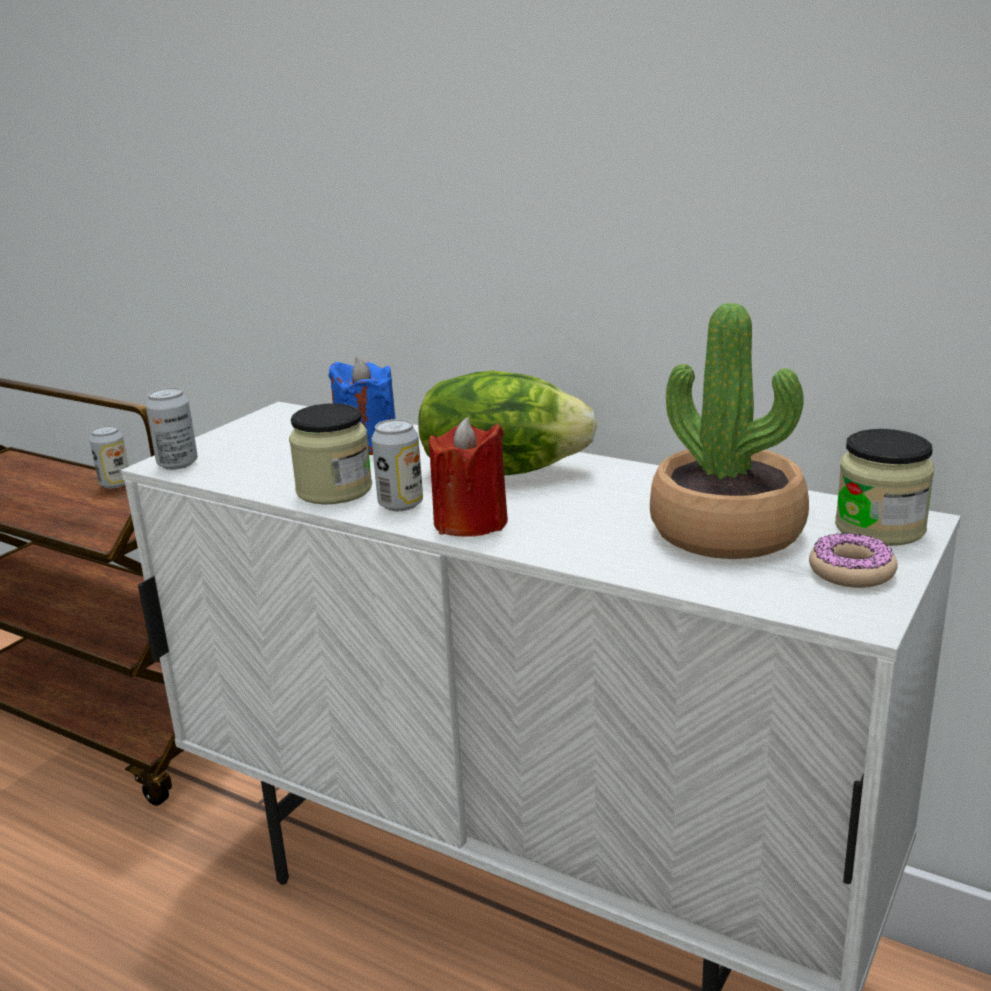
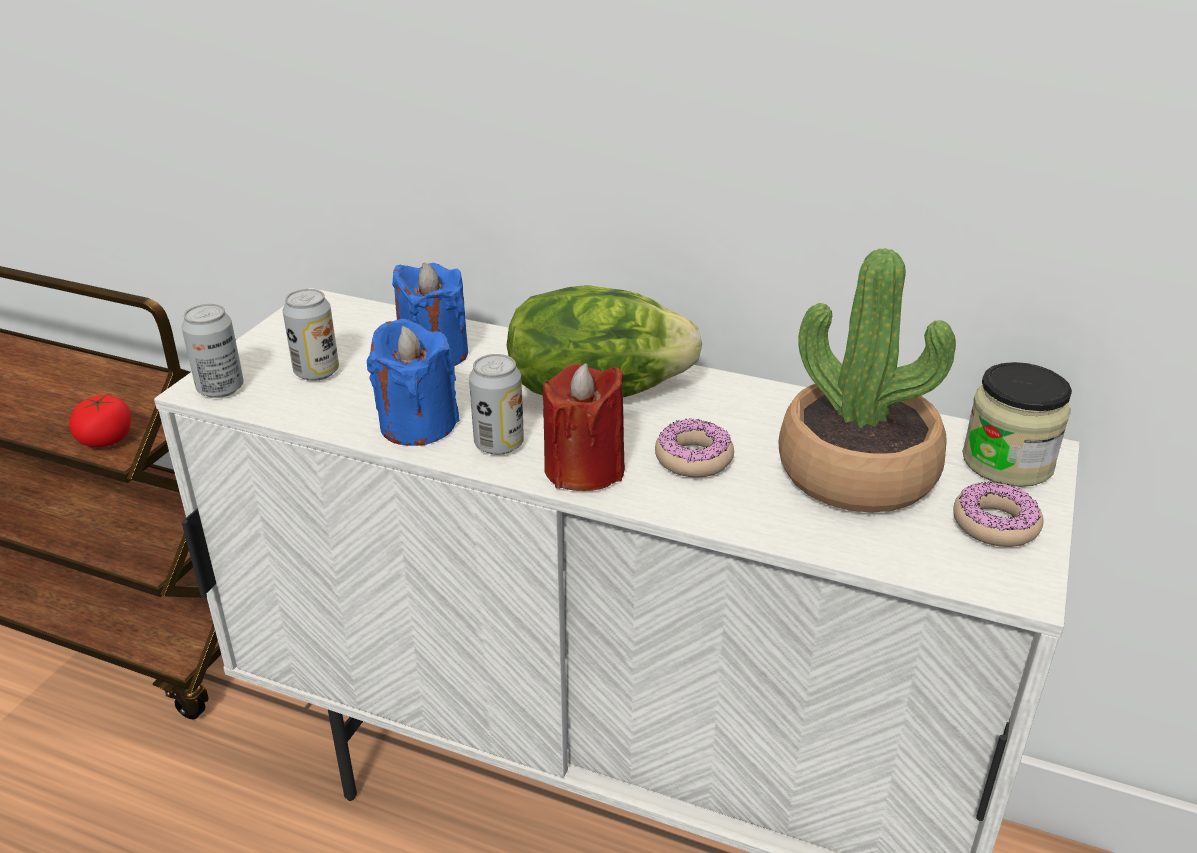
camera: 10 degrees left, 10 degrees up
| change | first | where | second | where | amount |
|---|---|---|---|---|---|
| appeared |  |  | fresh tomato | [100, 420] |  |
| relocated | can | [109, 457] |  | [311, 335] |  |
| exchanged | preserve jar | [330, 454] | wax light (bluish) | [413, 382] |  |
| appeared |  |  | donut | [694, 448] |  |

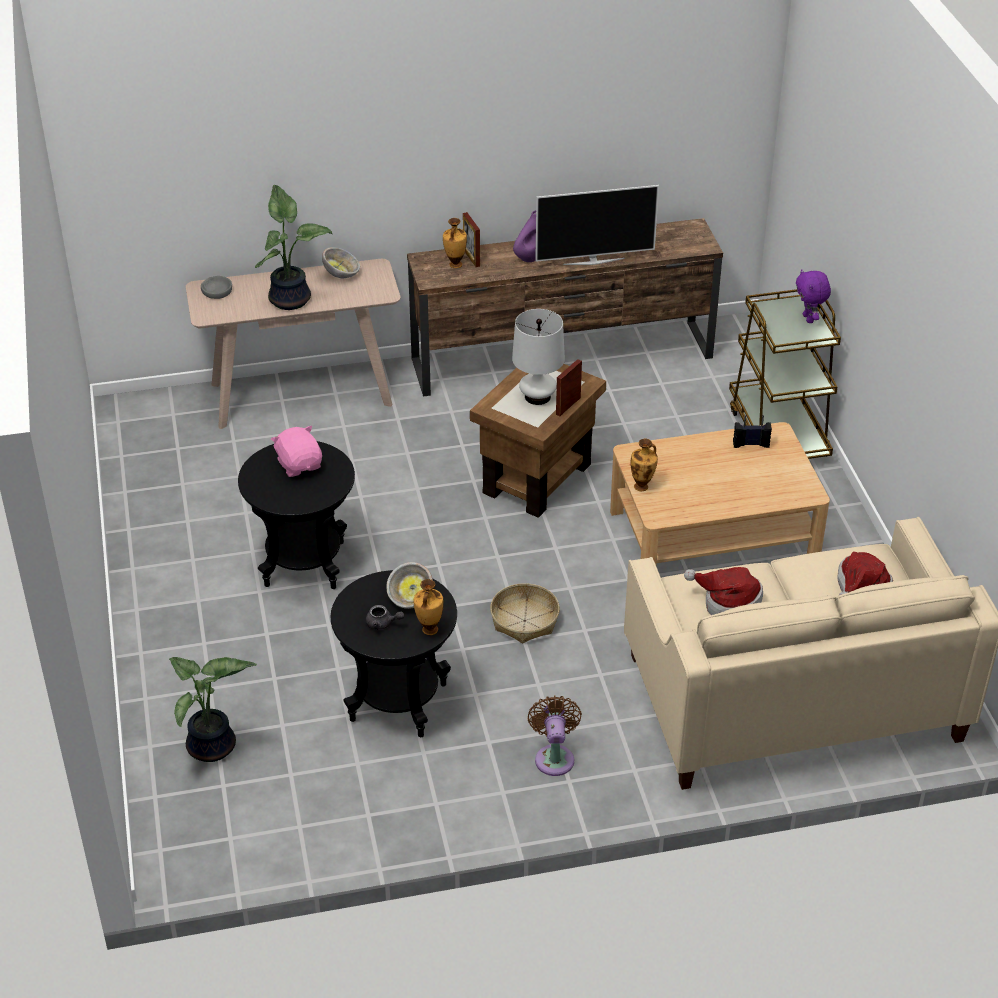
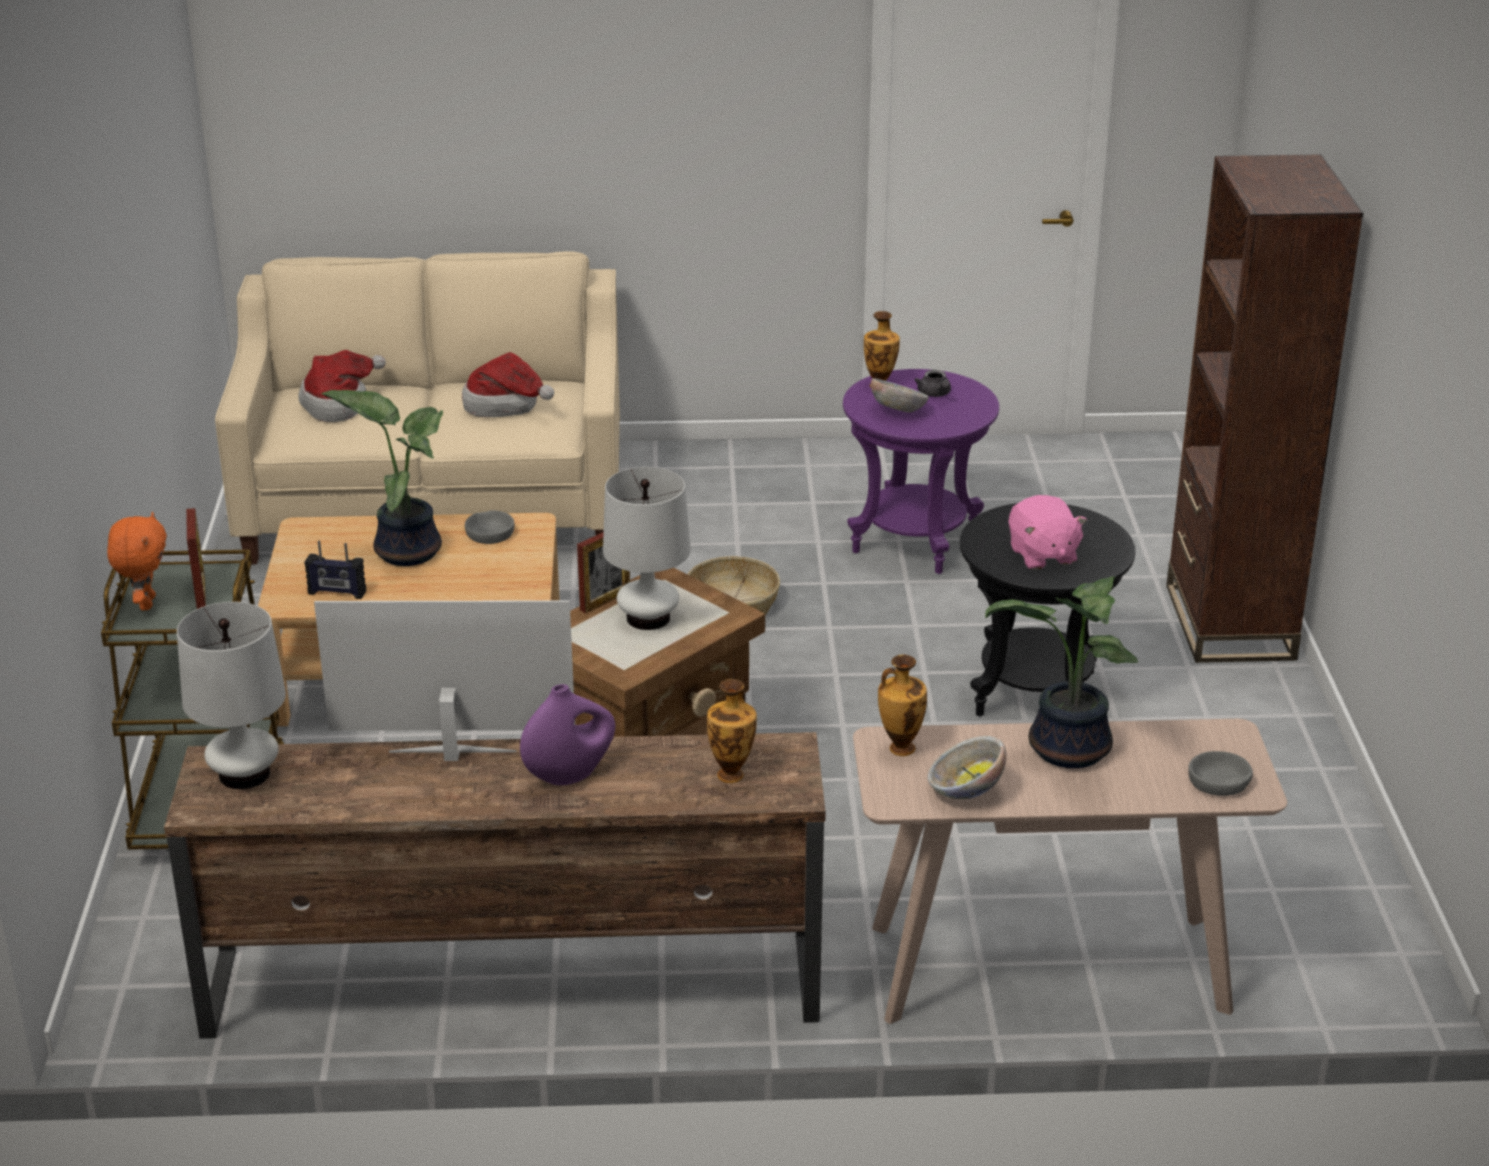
camera: 170 degrees left, 10 degrees down
| change | first | where | second | where | amount |
|---|---|---|---|---|---|
| colour | cuddly toy (purplish) | [813, 296] | cuddly toy (orangey) | [137, 561] |  |
| appeared |  |  | table lamp (white-coloured) | [231, 695] |  |
| relocated | photo frame | [471, 239] |  | [196, 558] |  |
| relocated | plant in a pot | [213, 709] |  | [382, 478] |  |
| appeared |  |  | serving bowl (greyish) | [490, 527] |  |
| colour | end table (black) | [393, 653] | end table (purplish) | [921, 471] |  |
| relocated | flower vase | [644, 464] |  | [902, 705] |  |
| spun | pot for tea (greyish) | [385, 617] |  | [933, 383] | 135 degrees counterclockwise |
| appeared |  |  | shelving unit (brown-coloured) | [1264, 409] |  |
| missing | cooling fan (brown-coloured) | [555, 735] |  |  |  |

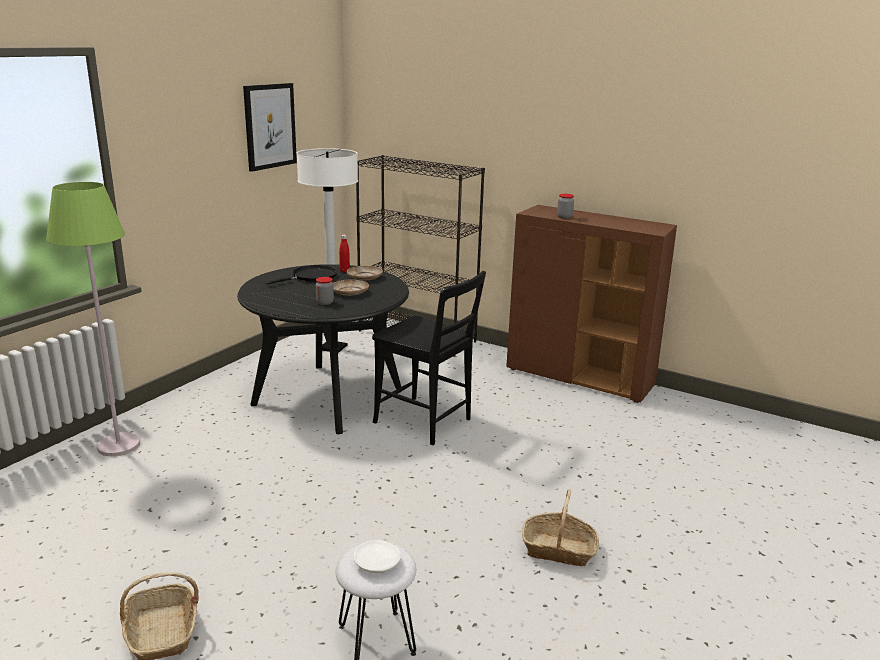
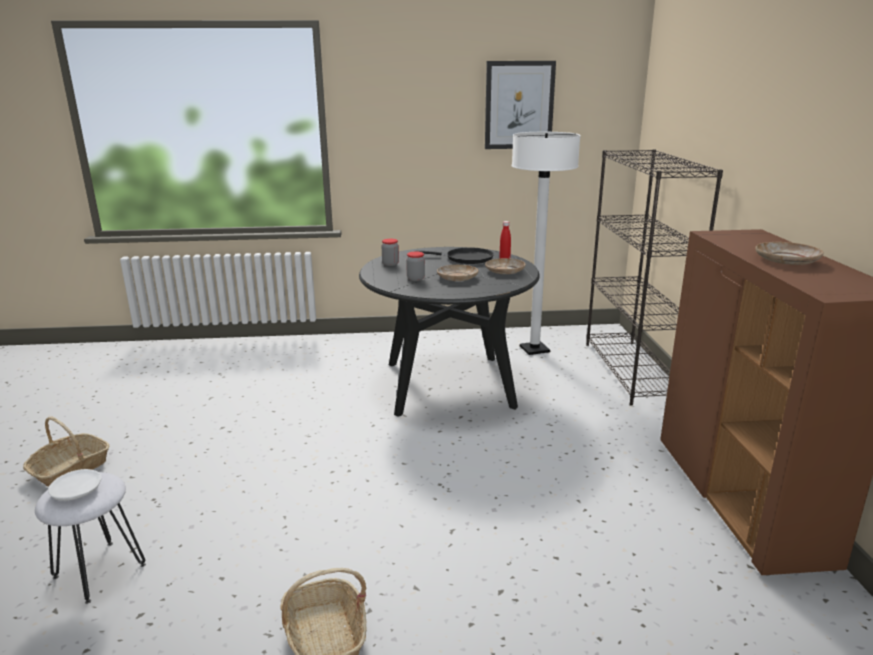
camera: 55 degrees right, 0 degrees up
| change | first | where | second | where | amount |
|---|---|---|---|---|---|
| relocated | preserve jar | [565, 206] |  | [390, 252] |  |
| appeared |  |  | plate (sand-coloured) | [789, 253] |  |
| missing | floor lamp (greenish) | [93, 319] |  |  |  |
| missing | upright chair (black) | [429, 358] |  |  |  |

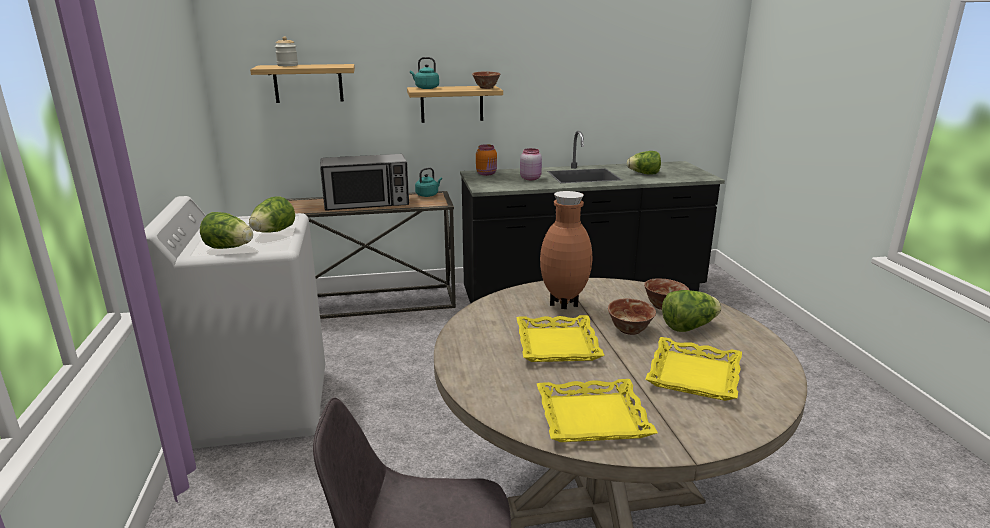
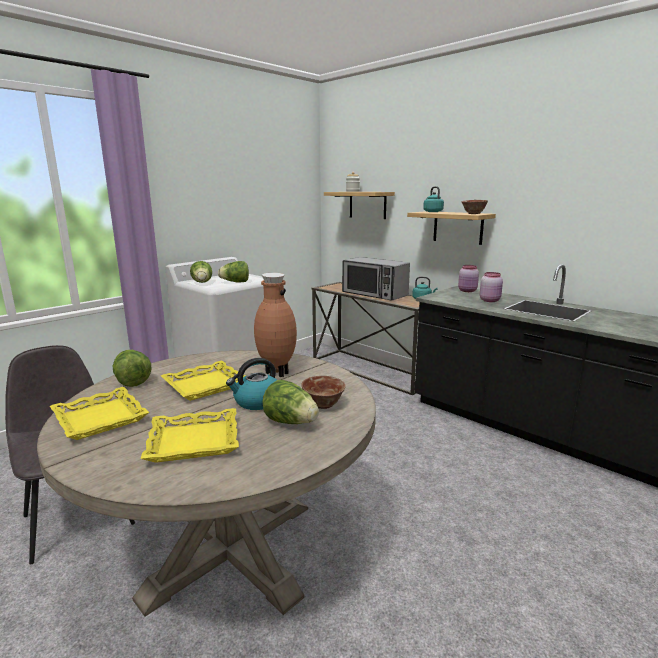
camera: 55 degrees right, 5 degrees down
| change | first | where | second | where | amount |
|---|---|---|---|---|---|
| relocated | lettuce head | [644, 163] |  | [132, 368] |  |
| exchanged | serving bowl | [632, 316] | tea kettle | [251, 384] |  |
| colour | preserve jar (orangey) | [486, 160] | preserve jar (pinkish) | [468, 278] |  |

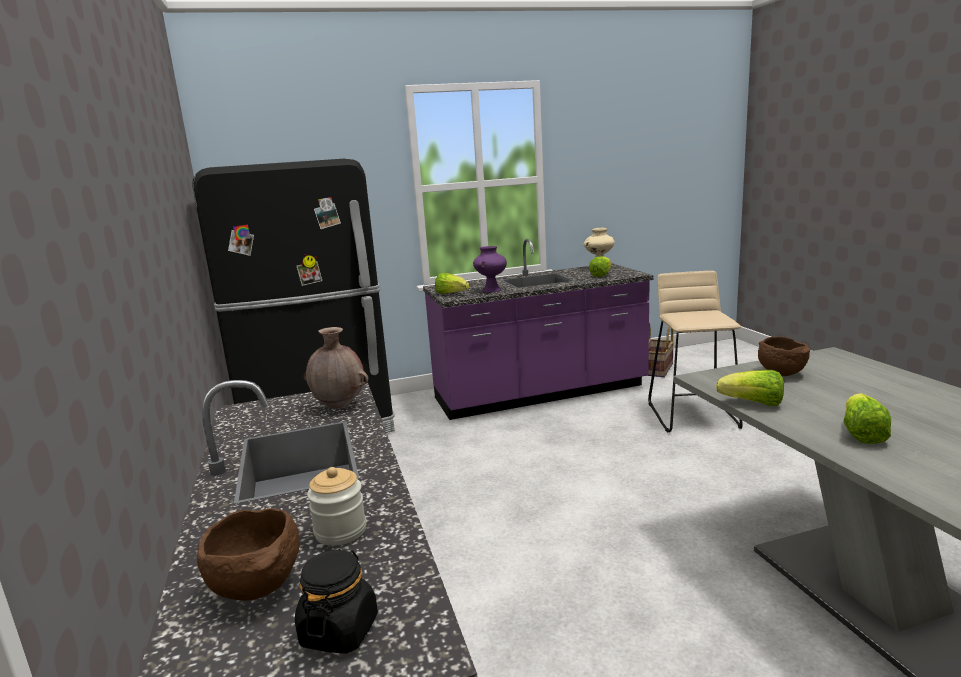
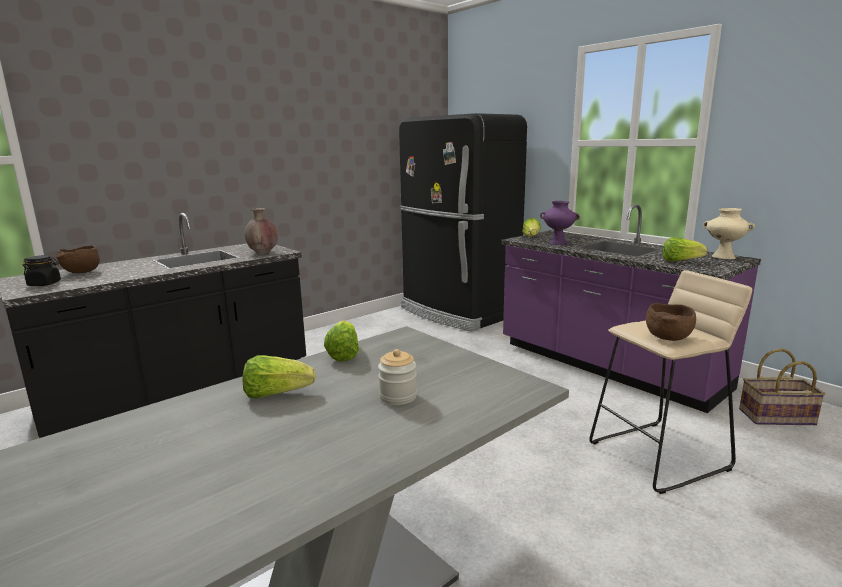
camera: 65 degrees right, 0 degrees up
| change | first | where | second | where | amount |
|---|---|---|---|---|---|
| relocated | preserve jar | [336, 506] |  | [397, 377] |  |
| relocated | serving bowl (brown-coloured) | [784, 356] |  | [671, 322] |  |

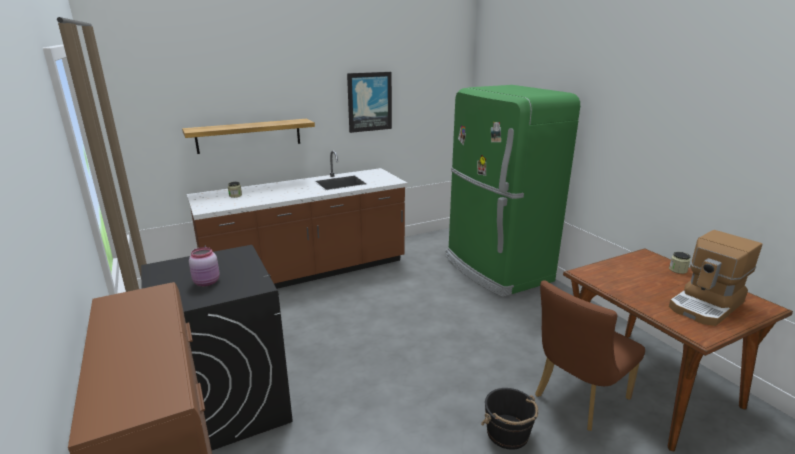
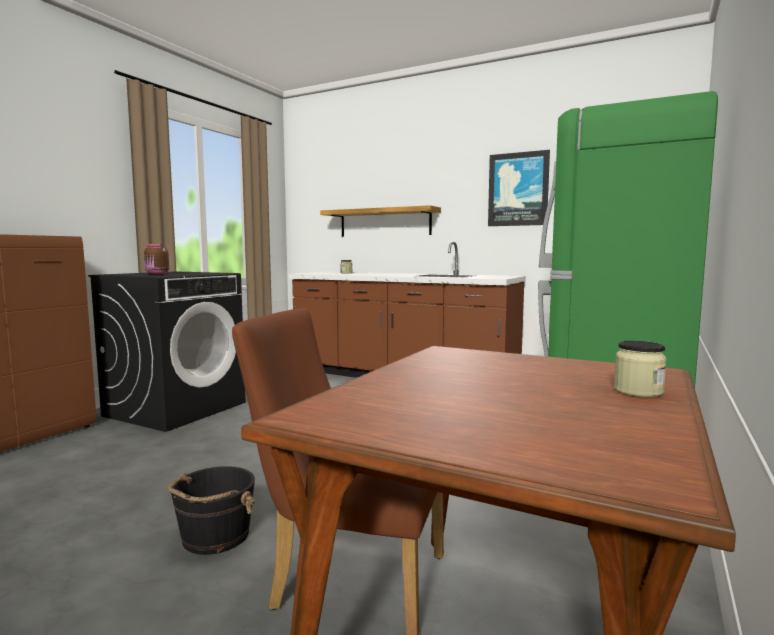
camera: 55 degrees right, 15 degrees down
| change | first | where | second | where | amount |
|---|---|---|---|---|---|
| colour | preserve jar (pinkish) | [204, 266] | preserve jar (brown-coloured) | [156, 259] |  |
| missing | coffee brewer | [716, 278] |  |  |  |

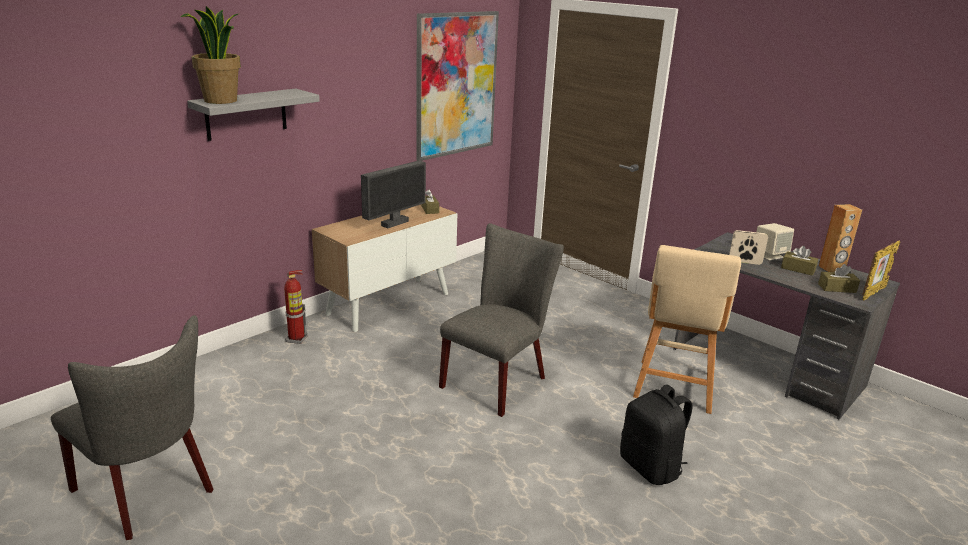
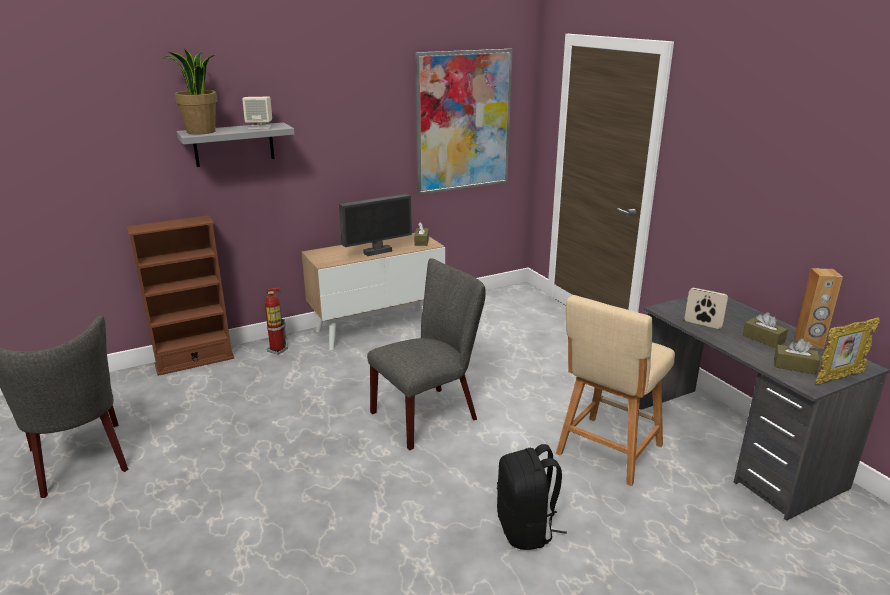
camera: 20 degrees right, 0 degrees up
| change | first | where | second | where | amount |
|---|---|---|---|---|---|
| appeared |  |  | shelving unit (brown-coloured) | [180, 295] |  |
| relocated | loudspeaker (sand-coloured) | [775, 241] |  | [257, 113] |  |

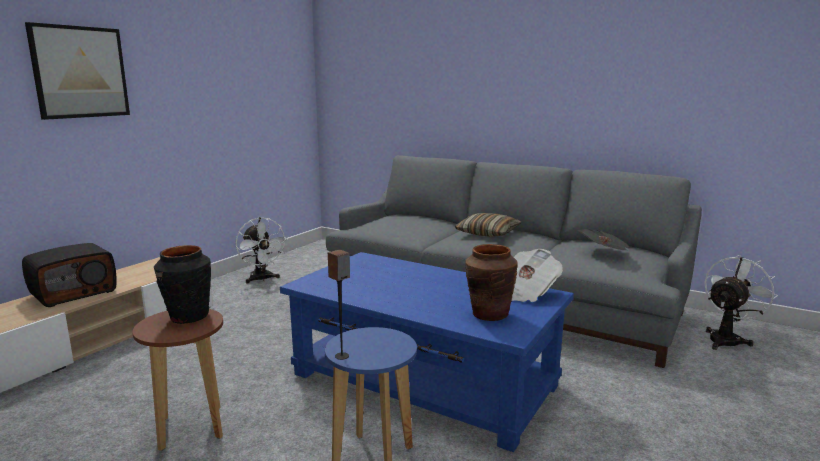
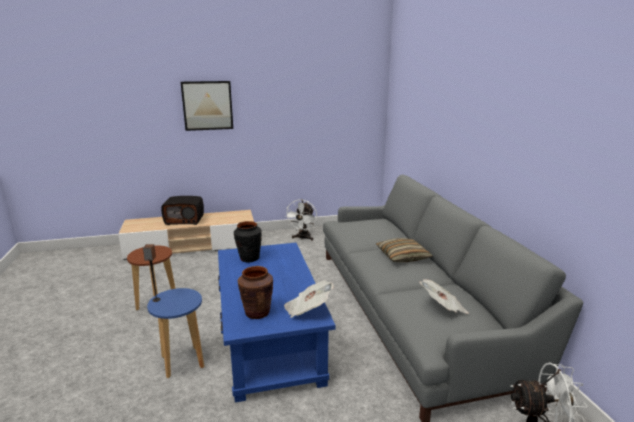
camera: 45 degrees right, 5 degrees up
| change | first | where | second | where | amount |
|---|---|---|---|---|---|
| relocated | flower vase (black) | [182, 284] |  | [248, 241] |  |

